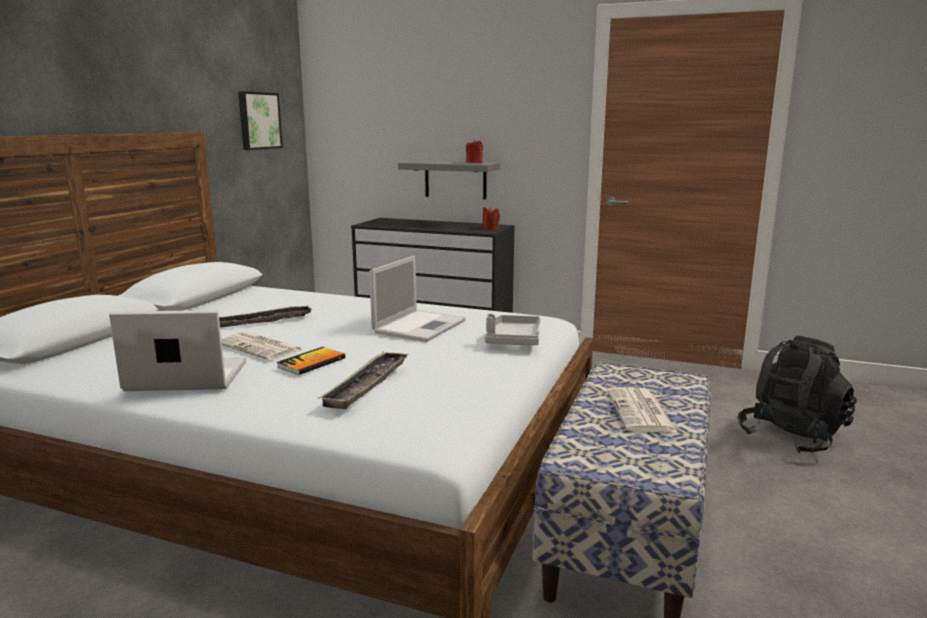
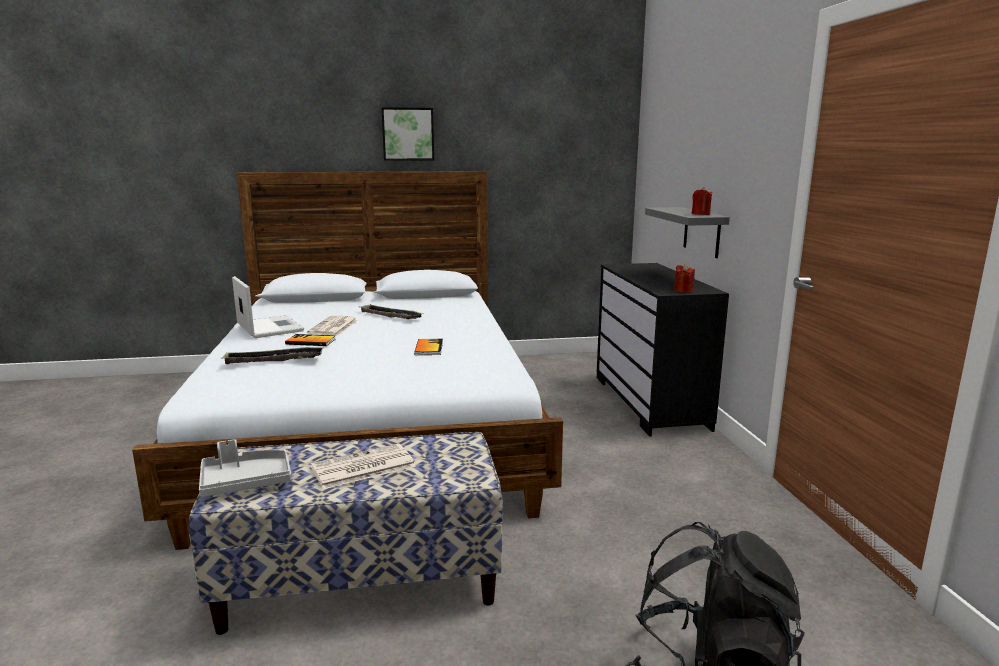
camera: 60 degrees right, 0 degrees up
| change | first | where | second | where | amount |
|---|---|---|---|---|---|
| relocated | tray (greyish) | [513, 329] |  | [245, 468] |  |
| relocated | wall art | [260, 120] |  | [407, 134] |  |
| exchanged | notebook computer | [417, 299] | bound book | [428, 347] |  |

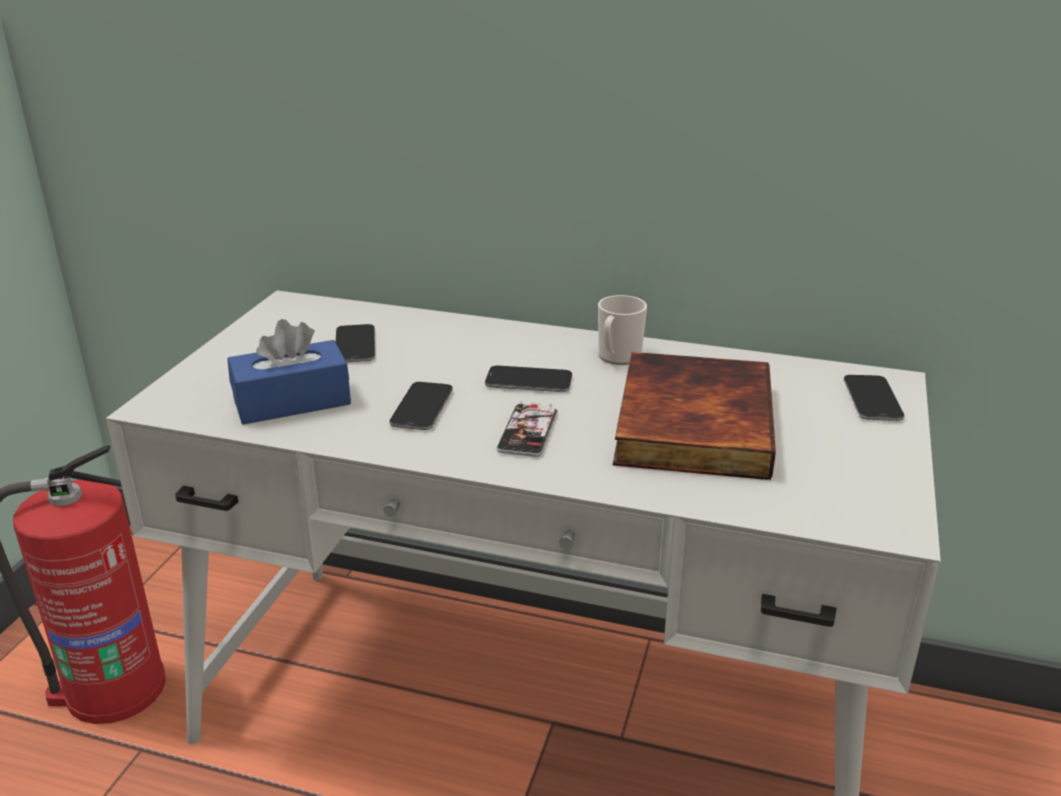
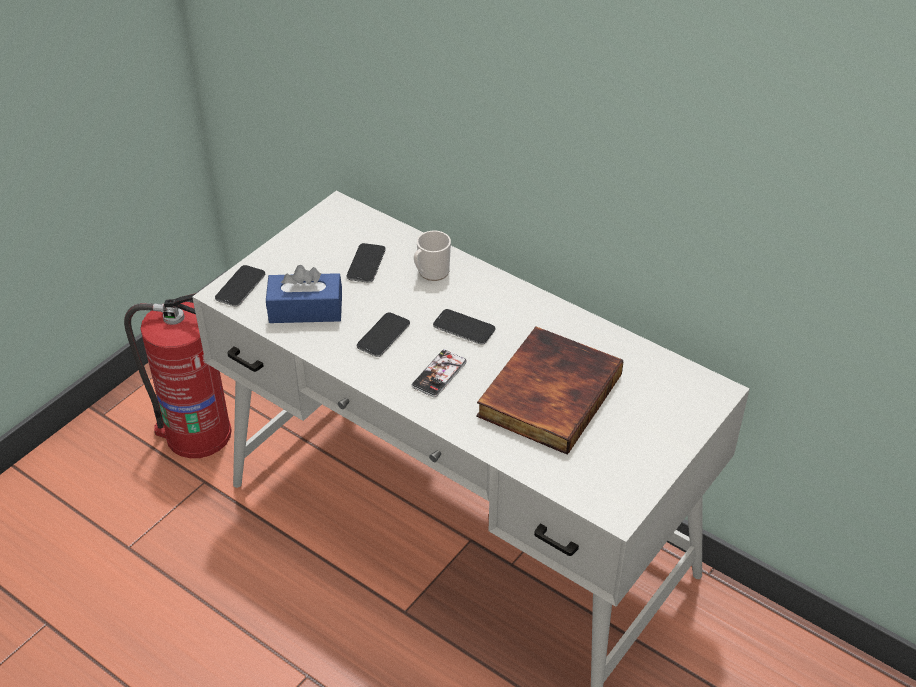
camera: 20 degrees right, 15 degrees up
| change | first | where | second | where | amount |
|---|---|---|---|---|---|
| relocated | handset | [874, 398] |  | [240, 286] |  |
| relocated | tea mug | [622, 330] |  | [432, 256] |  |

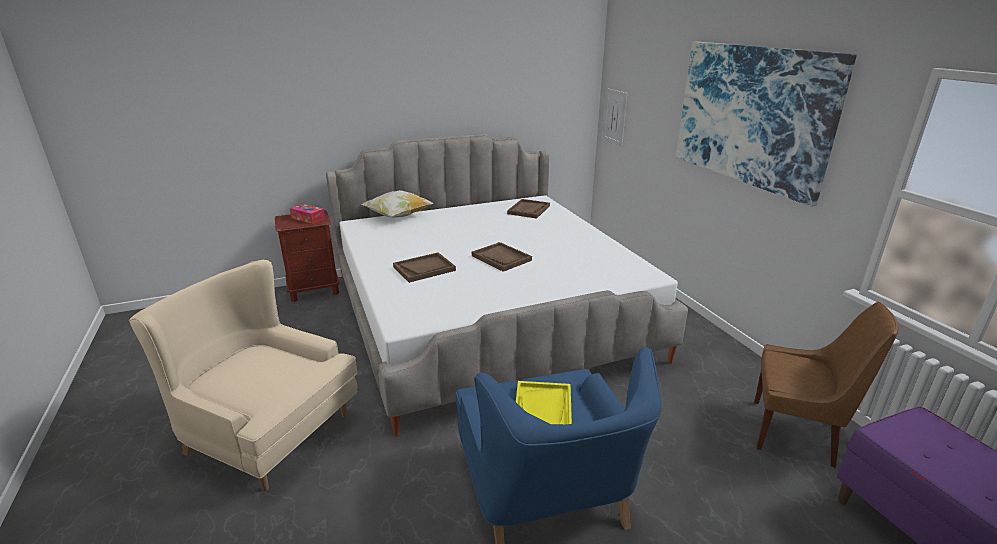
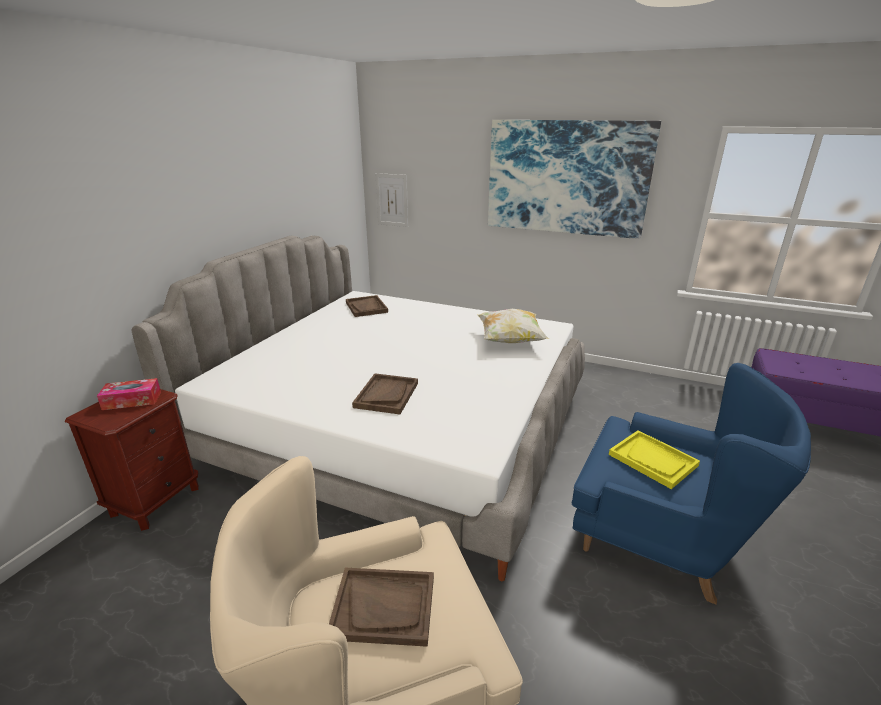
camera: 45 degrees left, 0 degrees up
| change | first | where | second | where | amount |
|---|---|---|---|---|---|
| relocated | tray (brown-coloured) | [502, 257] |  | [381, 607] |  |
| relocated | throw pillow | [397, 203] |  | [513, 326] |  |
| missing | upright chair (brown-coloured) | [826, 385] |  |  |  |

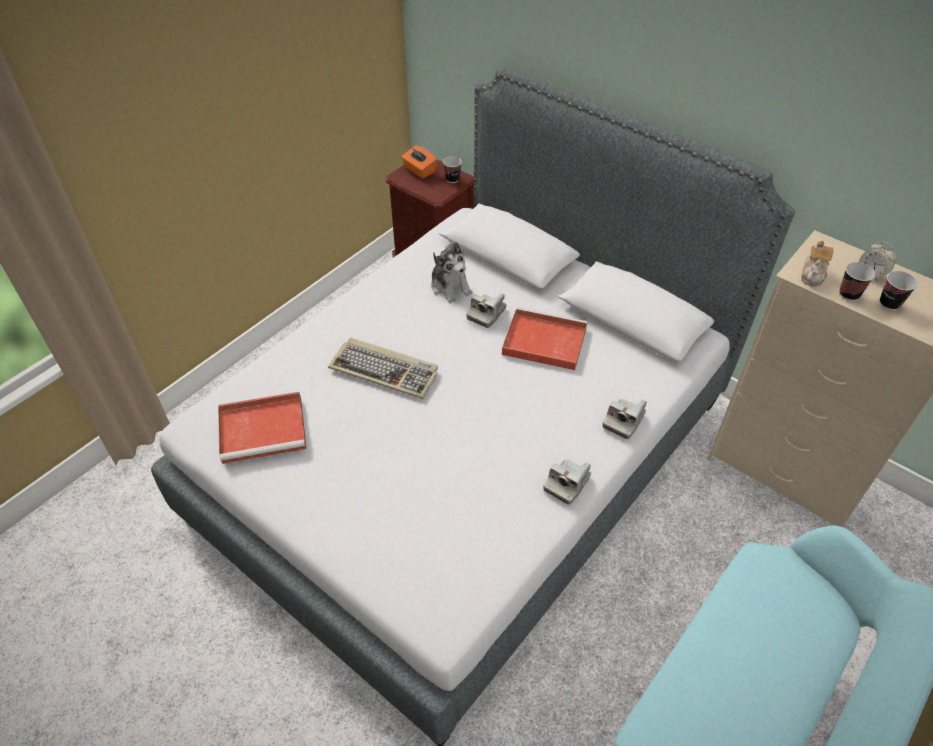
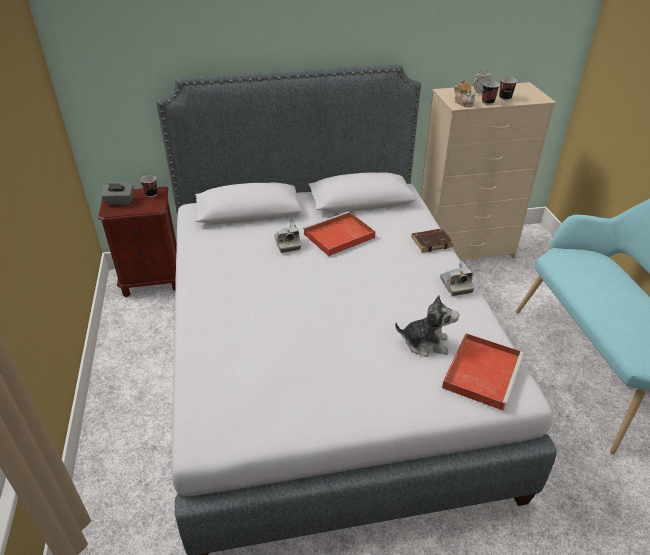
camera: 50 degrees left, 10 degrees down
| change | first | where | second | where | amount |
|---|---|---|---|---|---|
| colour | tissue holder (orangey) | [419, 162] | tissue holder (greyish) | [117, 193] |  |
| relocated | cuddly toy | [452, 272] |  | [427, 326] |  |
| exchanged | photo camera | [624, 419] | bound book (brown-coloured) | [433, 240] |  |
| relocated | tray (red-coloured) | [262, 428] |  | [483, 372] |  |
| missing | PC keyboard | [383, 368] |  |  |  |

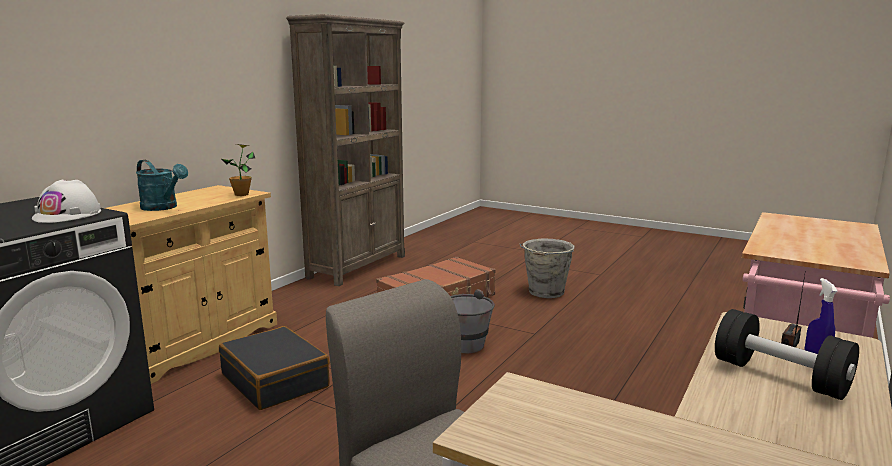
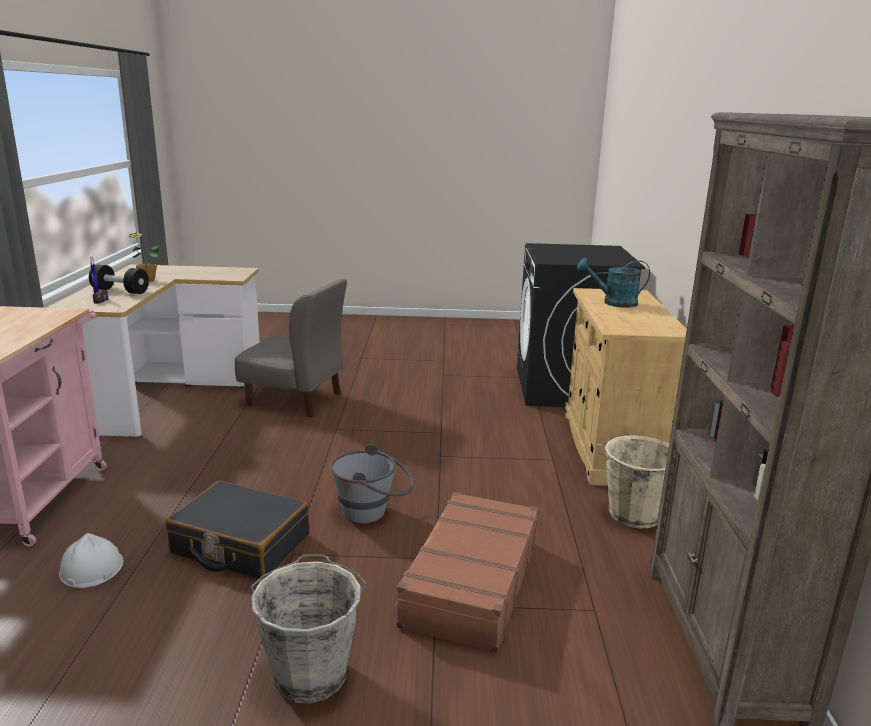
camera: 150 degrees right, 5 degrees up
| change | first | where | second | where | amount |
|---|---|---|---|---|---|
| relocated | safety helmet (white-coloured) | [66, 201] |  | [91, 560] |  |
| relocated | plant in a pot | [238, 170] |  | [144, 257] |  |
| relocated | suitcase (black) | [274, 368] |  | [237, 530] |  |
| appeared |  |  | bucket (sand-coloured) | [632, 481] |  |

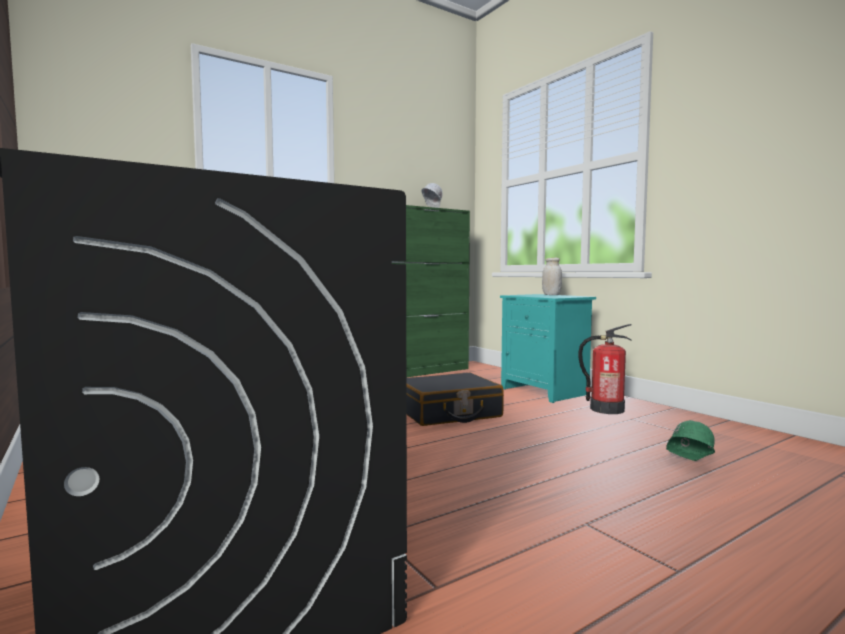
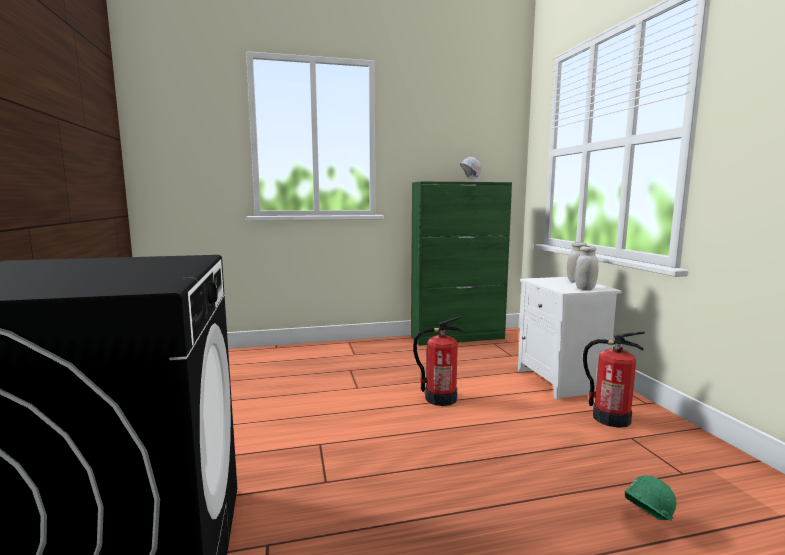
camera: 20 degrees right, 5 degrees up
| change | first | where | second | where | amount |
|---|---|---|---|---|---|
| exchanged | suitcase (black) | [455, 399] | fire-fighting cylinder | [438, 361] |  |
| colour | night table (turquoise-coloured) | [548, 348] | night table (white-coloured) | [569, 338] |  |
| appeared |  |  | preserve jar (white-coloured) | [587, 268] |  |

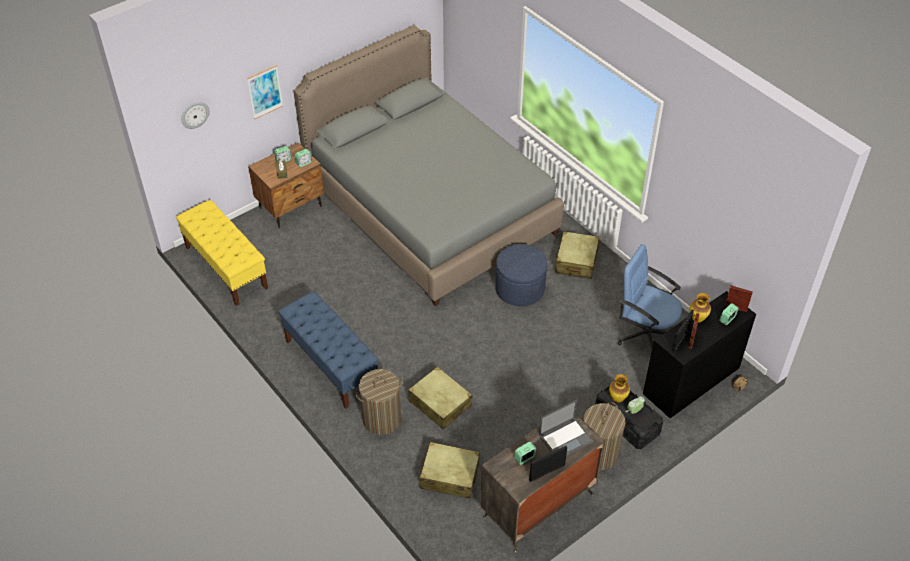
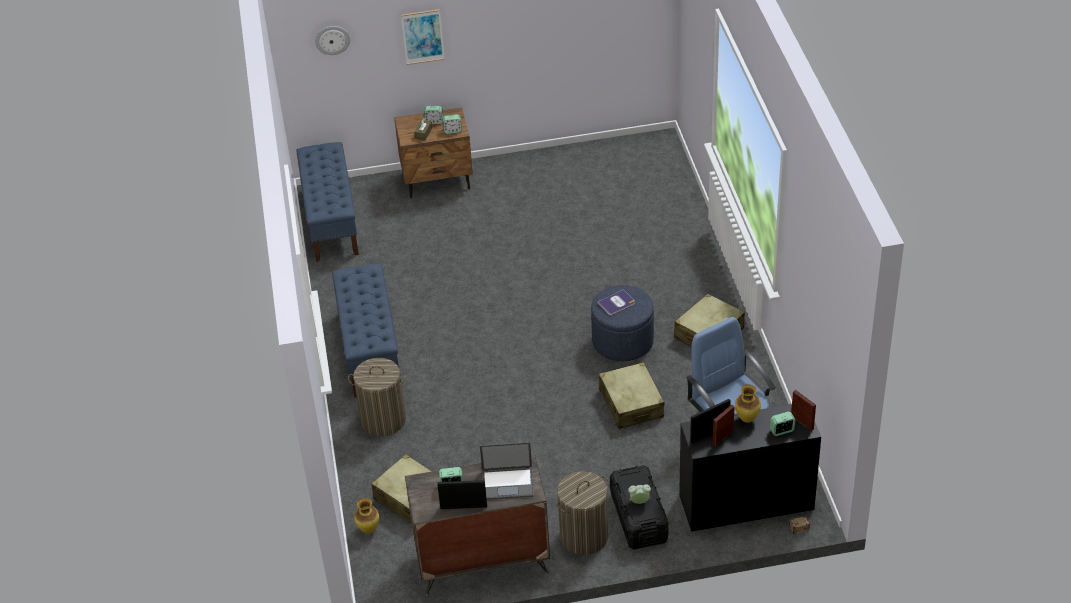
camera: 30 degrees right, 5 degrees down
| change | first | where | second | where | amount |
|---|---|---|---|---|---|
| colour | bench (yellowish) | [222, 253] | bench (bluish) | [328, 202] |  |
| relocated | flower vase | [619, 388] |  | [366, 516] |  |
| appeared |  |  | bound book | [616, 302] |  |
| relocated | suitcase (sand-coloured) | [440, 398] |  | [631, 395] |  |
| missing | bedroom bed (greyish) | [429, 165] |  |  |  |

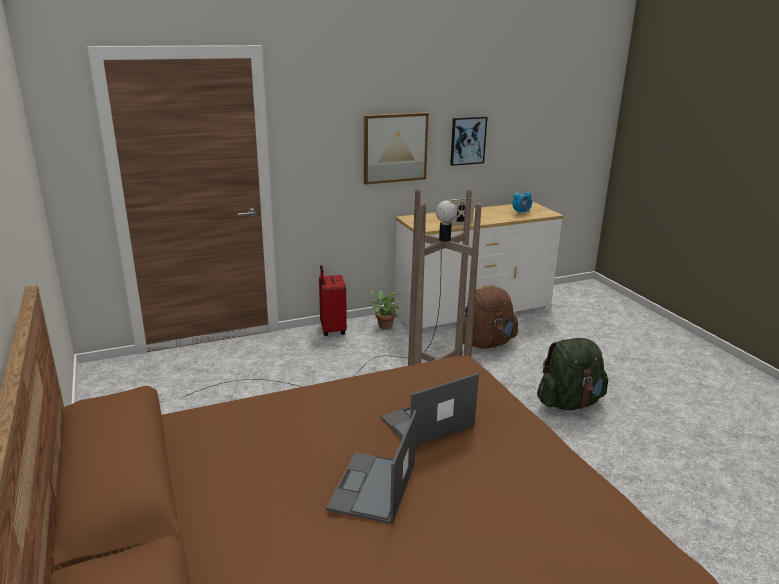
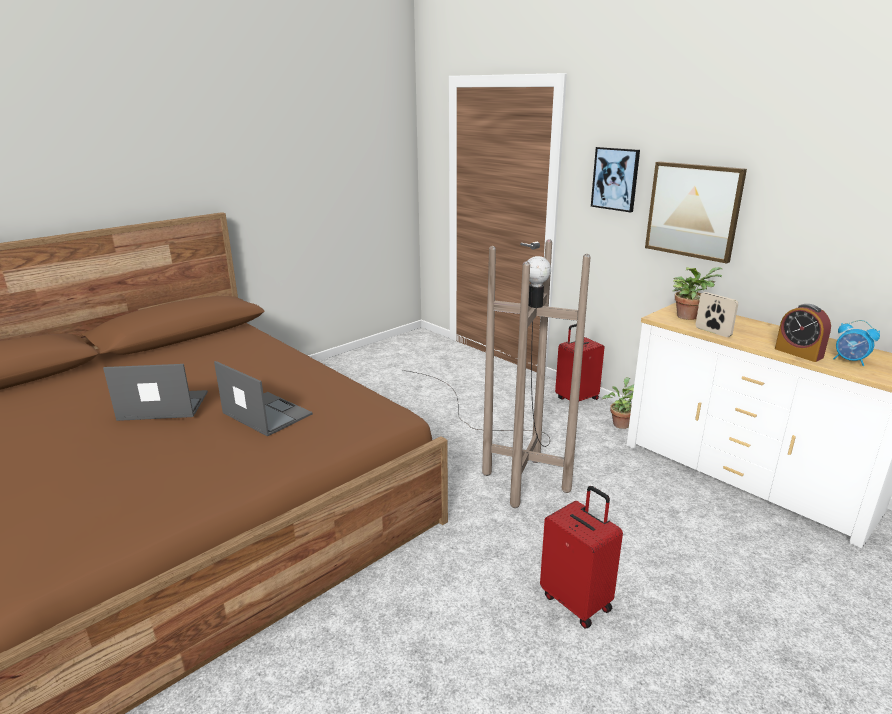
camera: 70 degrees right, 0 degrees up
| change | first | where | second | where | amount |
|---|---|---|---|---|---|
| exchanged | knapsack (greenish) | [572, 374] | suitcase (red-coloured) | [581, 557] |  |
| relocated | wall art | [468, 141] |  | [615, 179] |  |
| appeared |  |  | plant in a pot | [697, 293] |  |
| appeared |  |  | bedside clock | [803, 333] |  |
| missing | knapsack (brown-coloured) | [490, 318] |  |  |  |

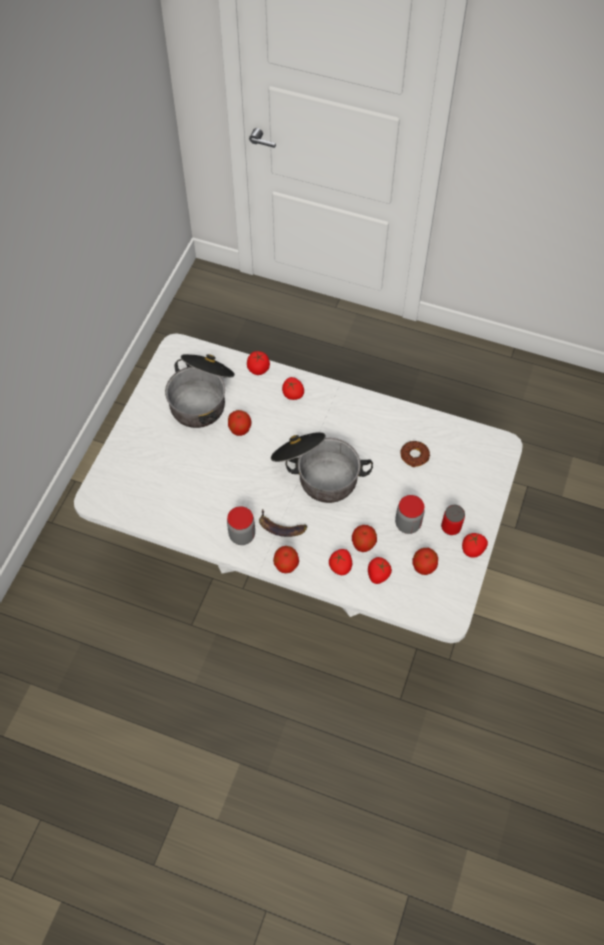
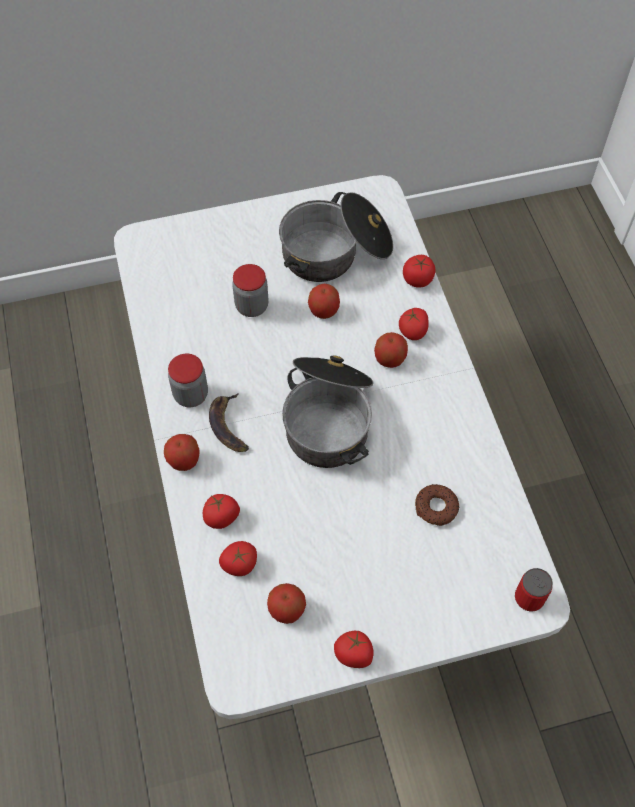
camera: 55 degrees right, 0 degrees up
| change | first | where | second | where | amount |
|---|---|---|---|---|---|
| relocated | preserve jar | [409, 514] |  | [250, 290] |  |
| relocated | apple fruit | [364, 538] |  | [391, 350] |  |
| relocated | can | [453, 520] |  | [534, 589] |  |

